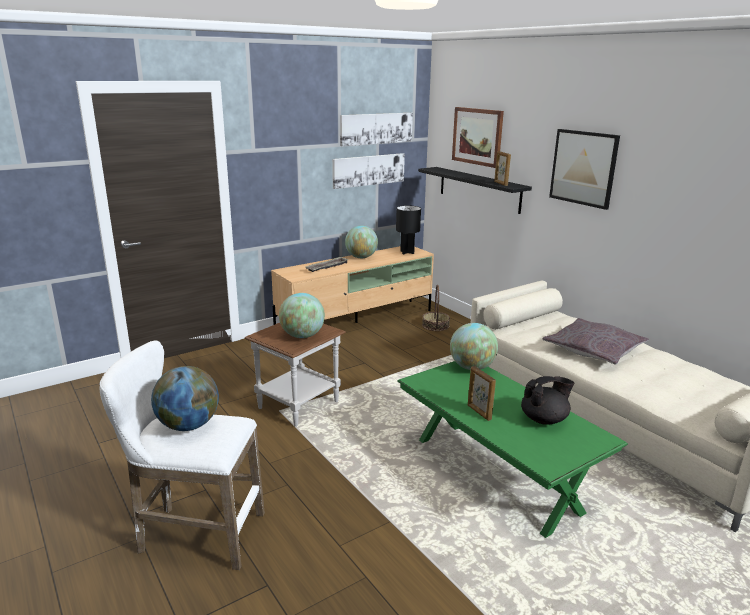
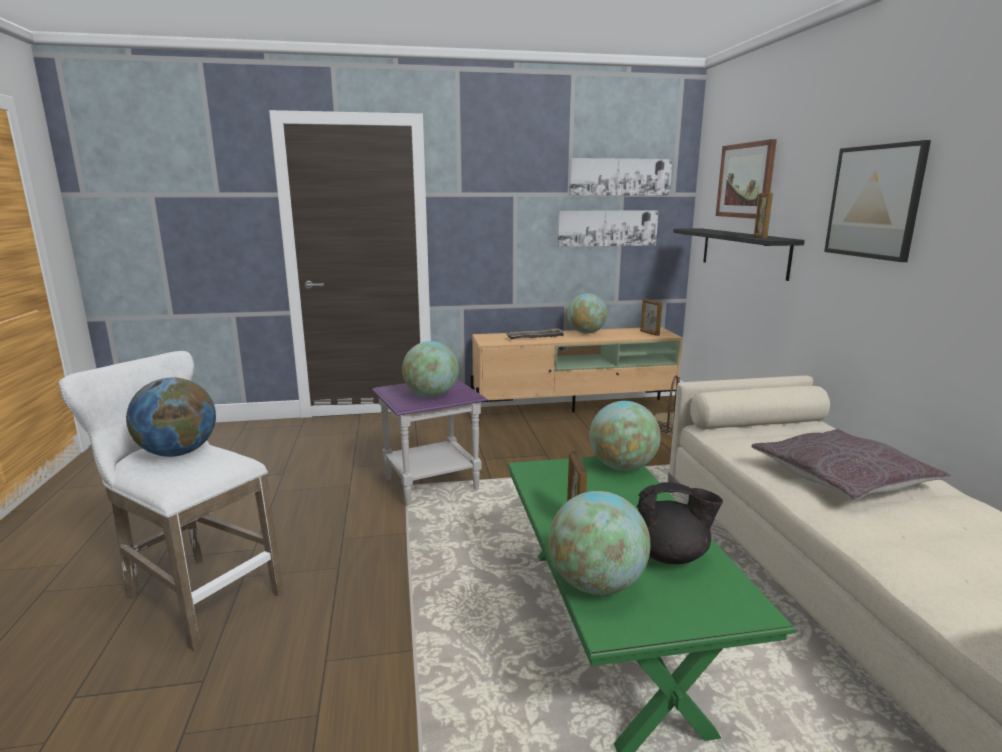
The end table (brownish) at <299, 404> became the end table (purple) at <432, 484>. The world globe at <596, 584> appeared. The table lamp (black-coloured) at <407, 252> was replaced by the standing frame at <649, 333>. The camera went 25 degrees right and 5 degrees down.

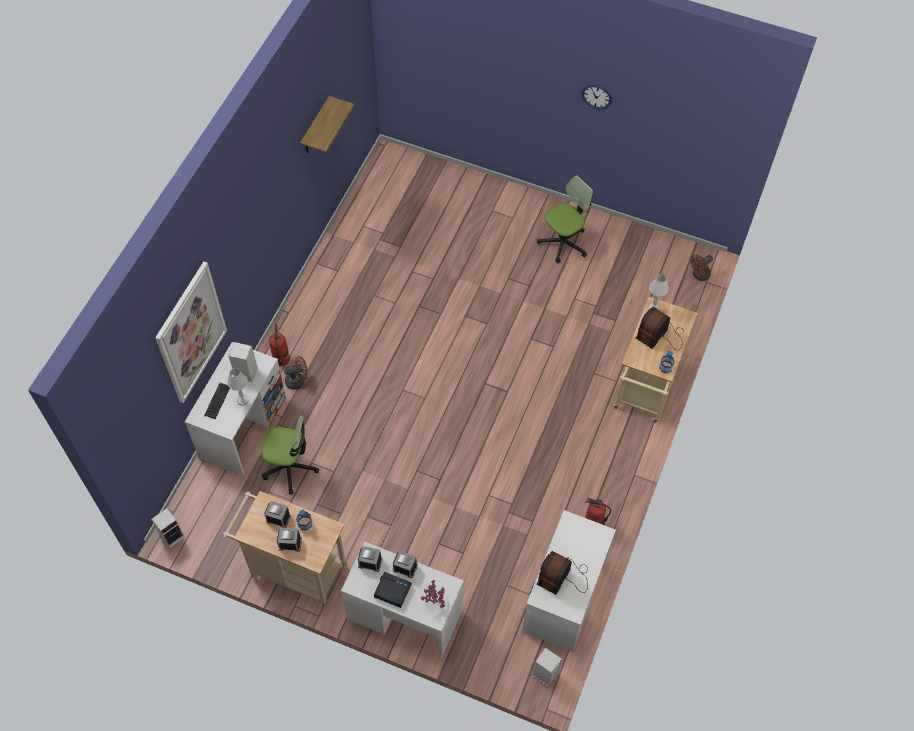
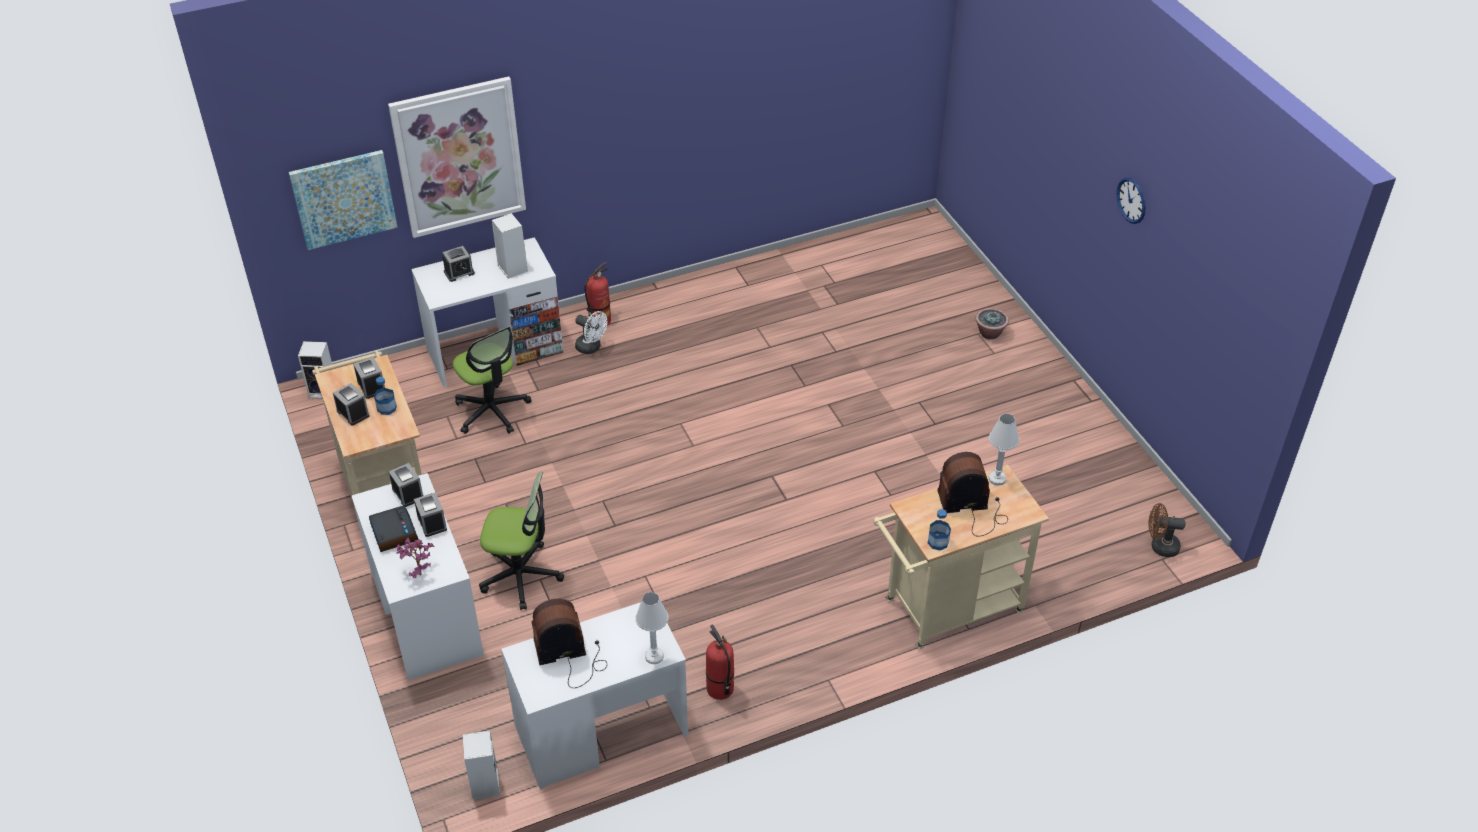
The picture at <343, 198> appeared. The computer keyboard at <217, 401> was replaced by the bedside clock at <459, 272>. The computer chair moved from <563, 243> to <521, 575>. The fan (brownish) at <298, 381> became the fan (white) at <591, 348>. The table lamp (white) moved from <242, 400> to <654, 656>. The houseplant at <989, 333> appeared. The shelf at <315, 127> disappeared. The camera went 45 degrees right and 15 degrees down.

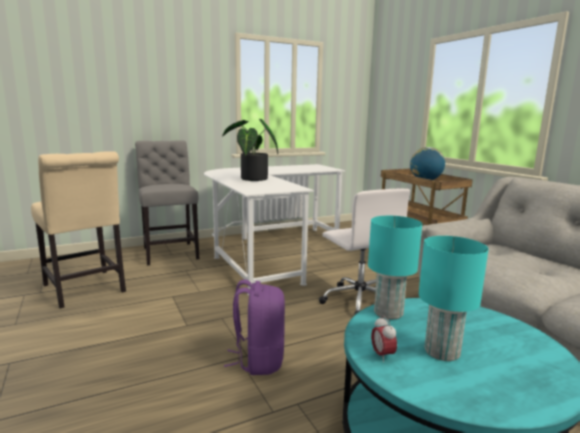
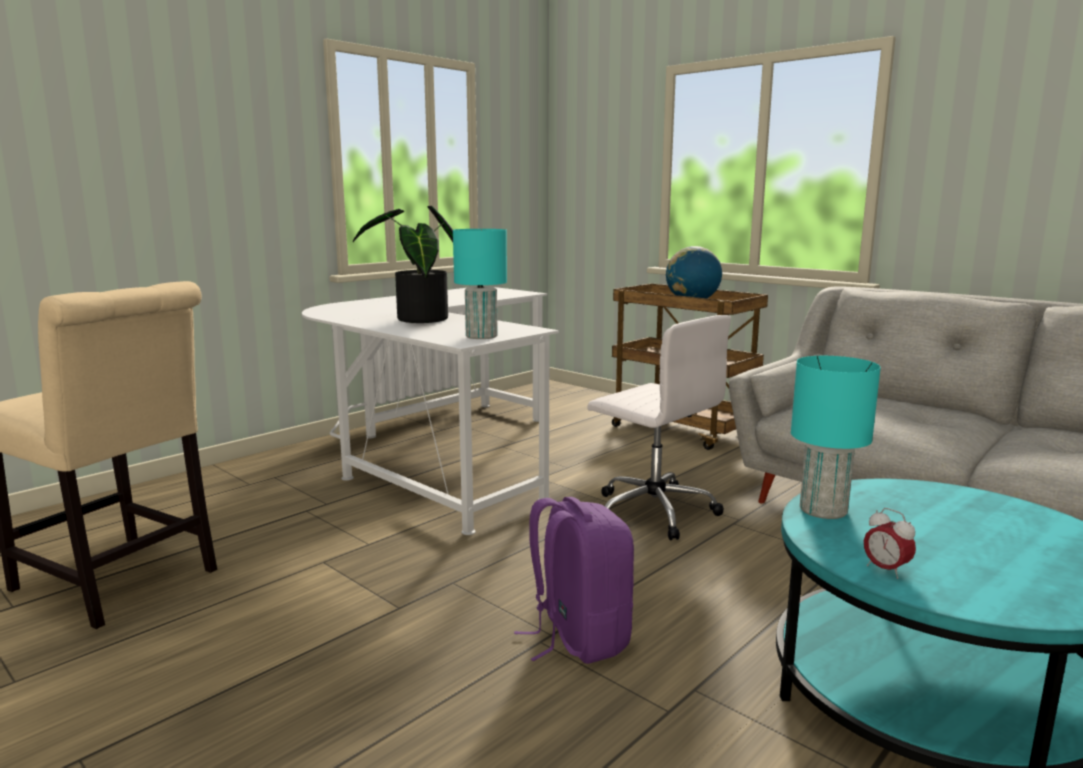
The table lamp (turquoise) moved from <441, 352> to <480, 336>. The upright chair (gray) at <170, 252> disappeared. The camera went 20 degrees left and 0 degrees up.

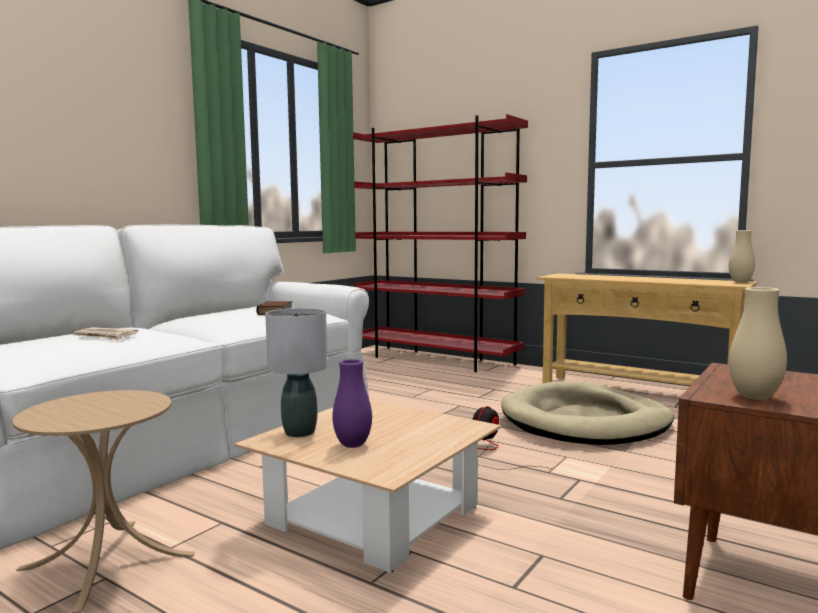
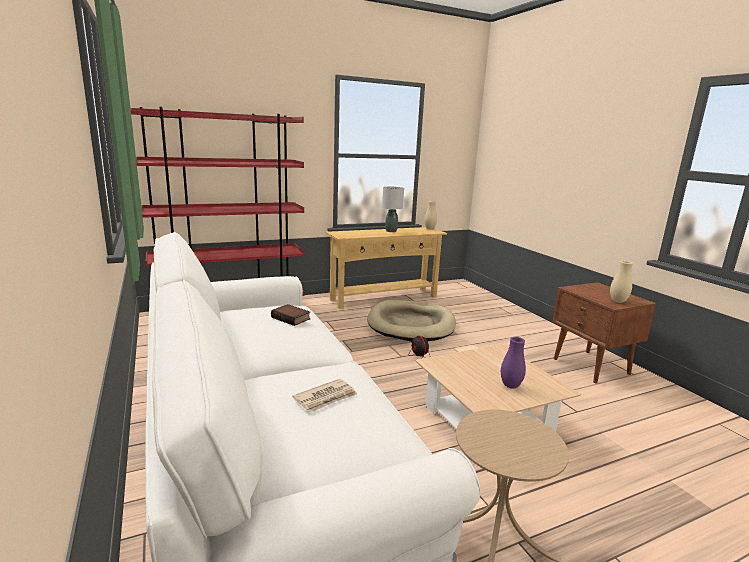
The table lamp (gray) moved from <299, 432> to <391, 231>. The camera went 60 degrees left and 10 degrees up.

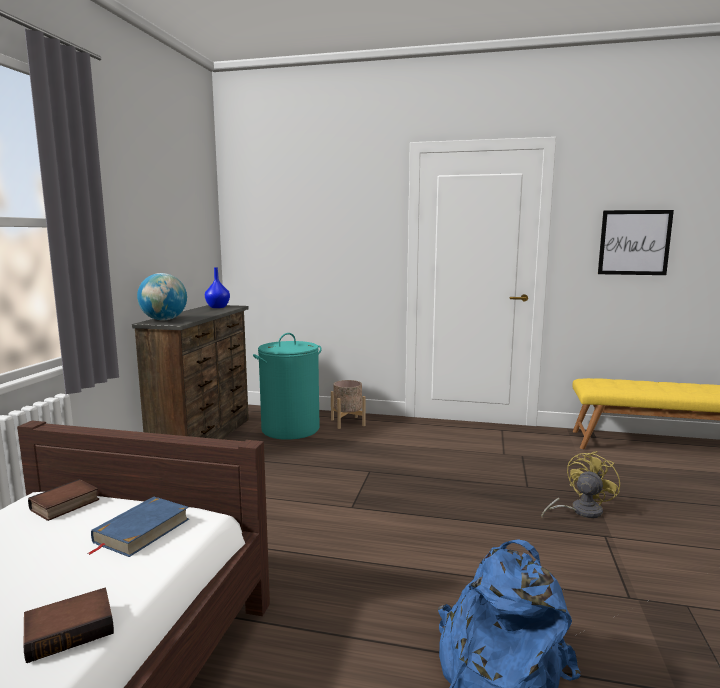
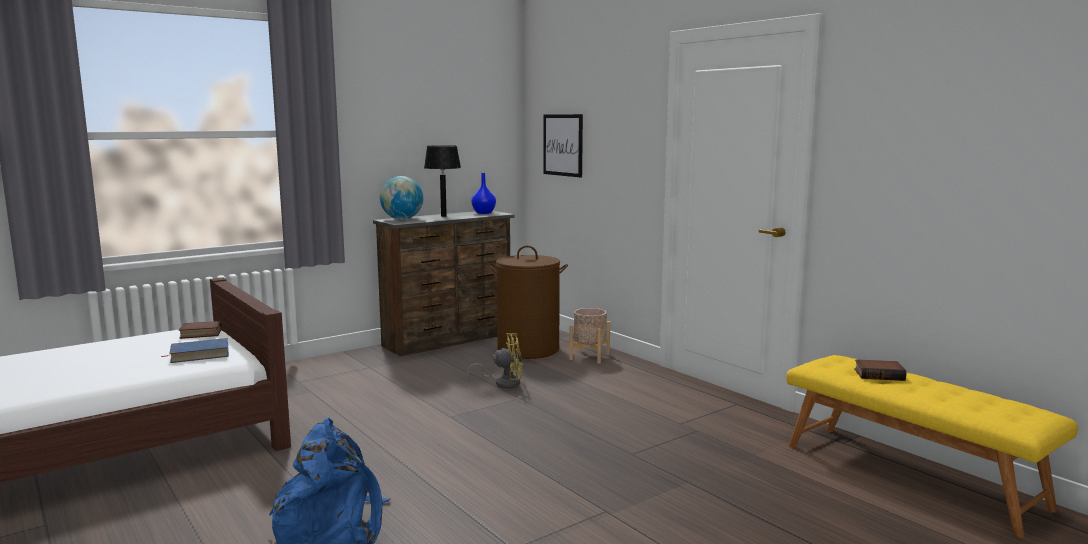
The table lamp (black-coloured) at <444, 216> appeared. The fan (yellow-coloured) moved from <580, 511> to <503, 383>. The laundry basket (turquoise) at <290, 429> became the laundry basket (brownish) at <528, 349>. The picture moved from <634, 242> to <563, 145>. The book moved from <71, 629> to <879, 374>. The camera went 40 degrees right and 0 degrees up.

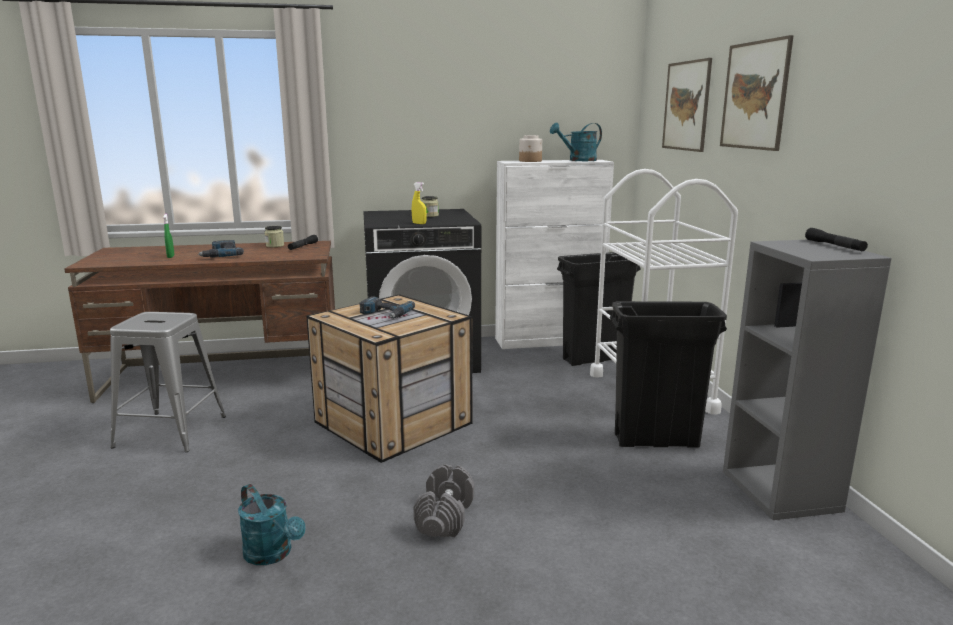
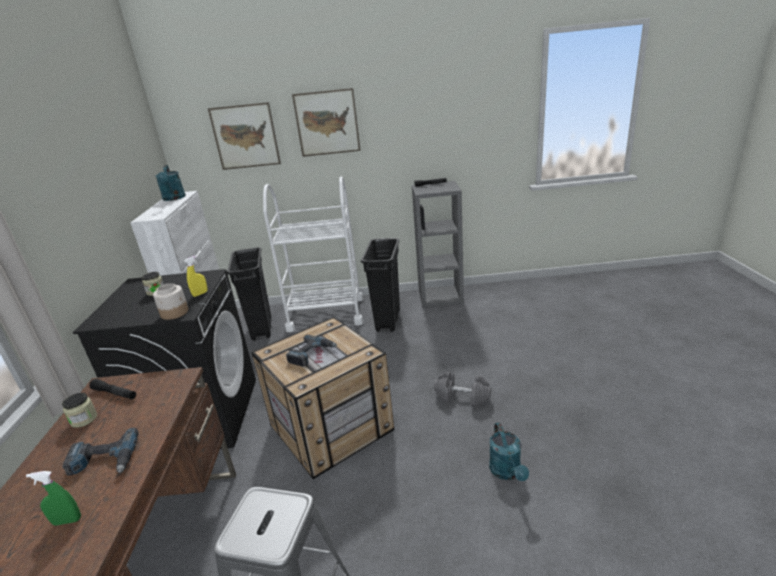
The jar moved from <530, 161> to <175, 313>. The sprinkling can (turquoise) at <272, 554> turned 120 degrees clockwise. The camera went 80 degrees left and 10 degrees up.

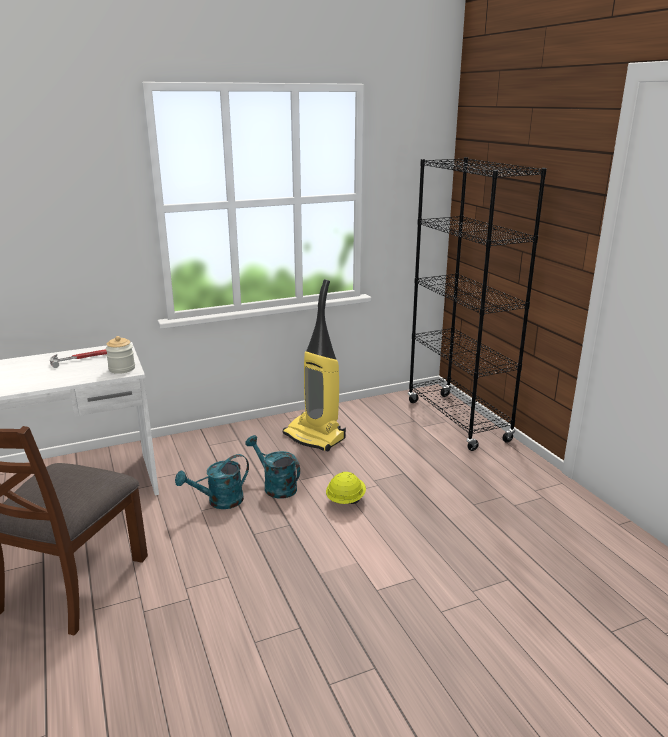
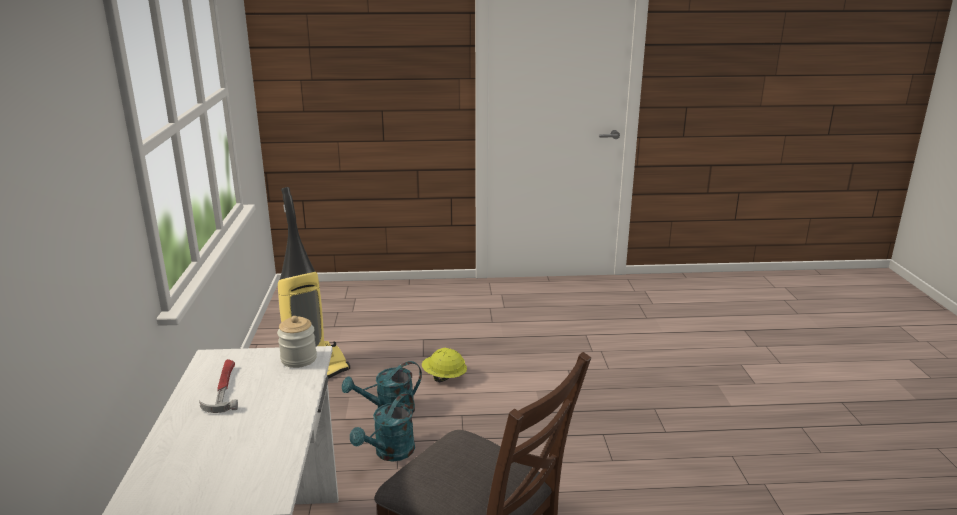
The sprinkling can (turquoise) at <219, 502> turned 45 degrees clockwise. The bookcase (black-coloured) at <457, 421> disappeared. The camera went 70 degrees left and 0 degrees up.

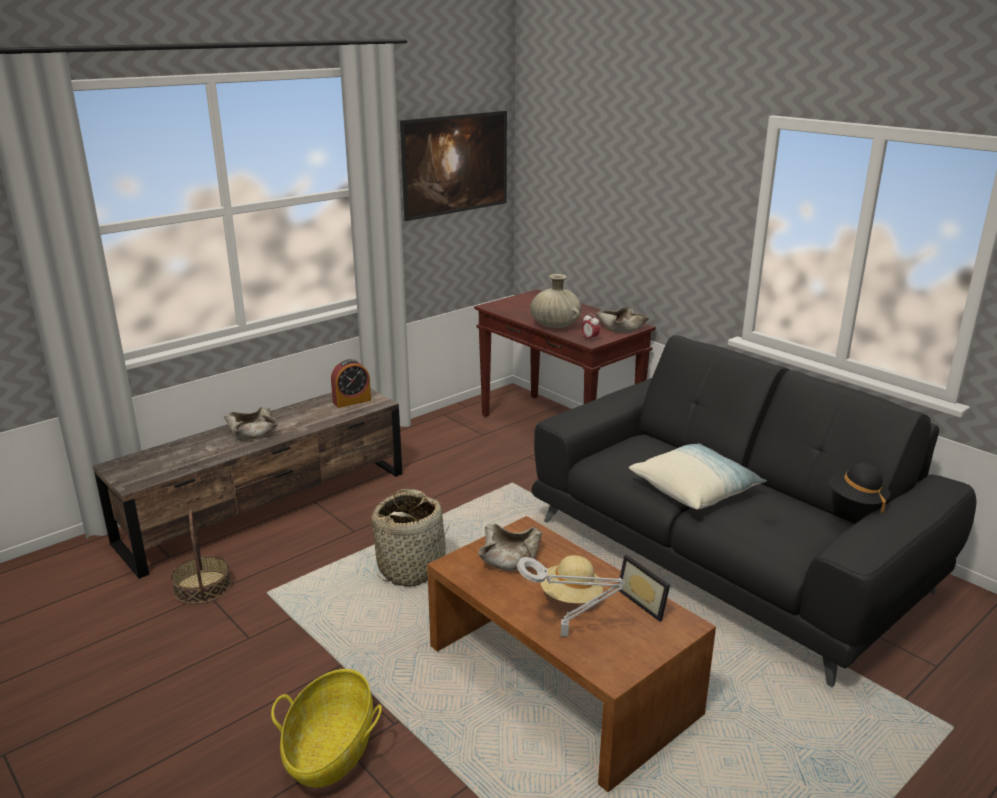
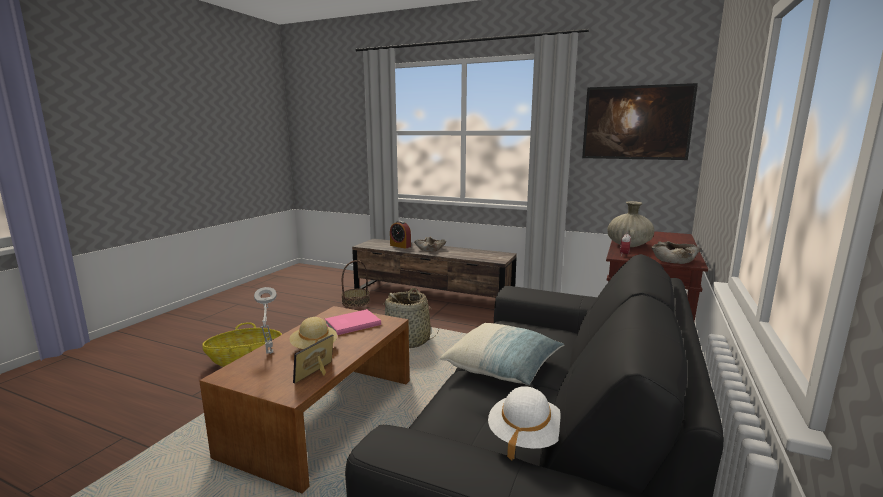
The bowl (sand-coloured) at <510, 558> was replaced by the book (pinkish) at <351, 323>. The bedside clock moved from <352, 401> to <400, 246>. The wearable hat (black-coloured) at <856, 500> became the wearable hat (white) at <525, 437>. The camera went 65 degrees right and 10 degrees down.

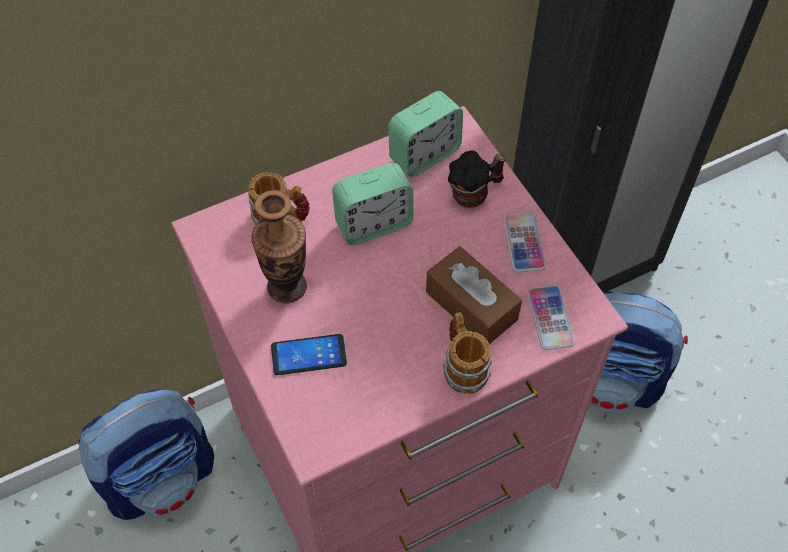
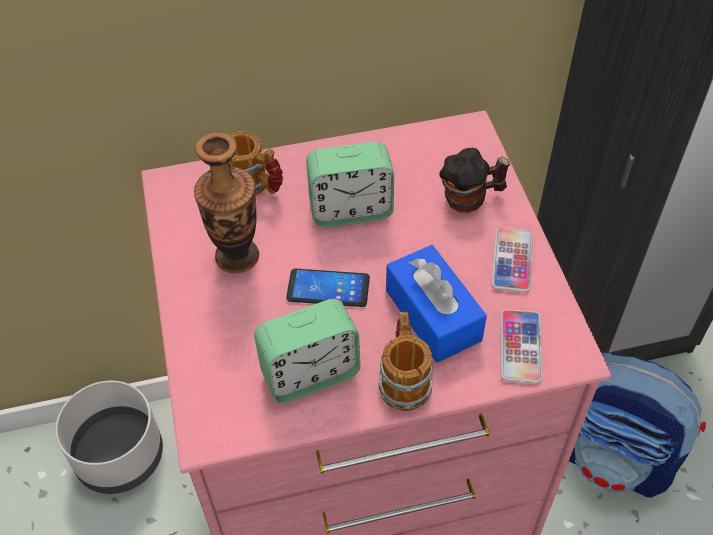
The backpack at <162, 477> was replaced by the flower pot (gray) at <120, 455>. The bedside clock moved from <424, 154> to <310, 374>. The handset moved from <308, 355> to <328, 288>. The tissue box (brownish) at <471, 305> became the tissue box (bluish) at <433, 315>. The camera went 15 degrees right and 5 degrees down.

